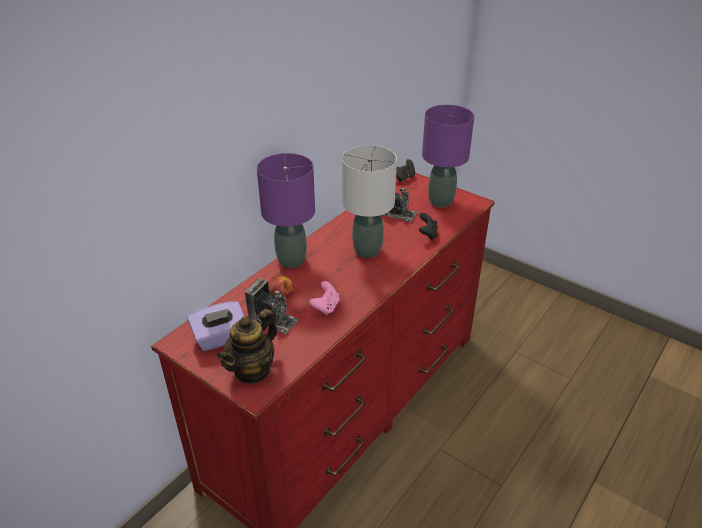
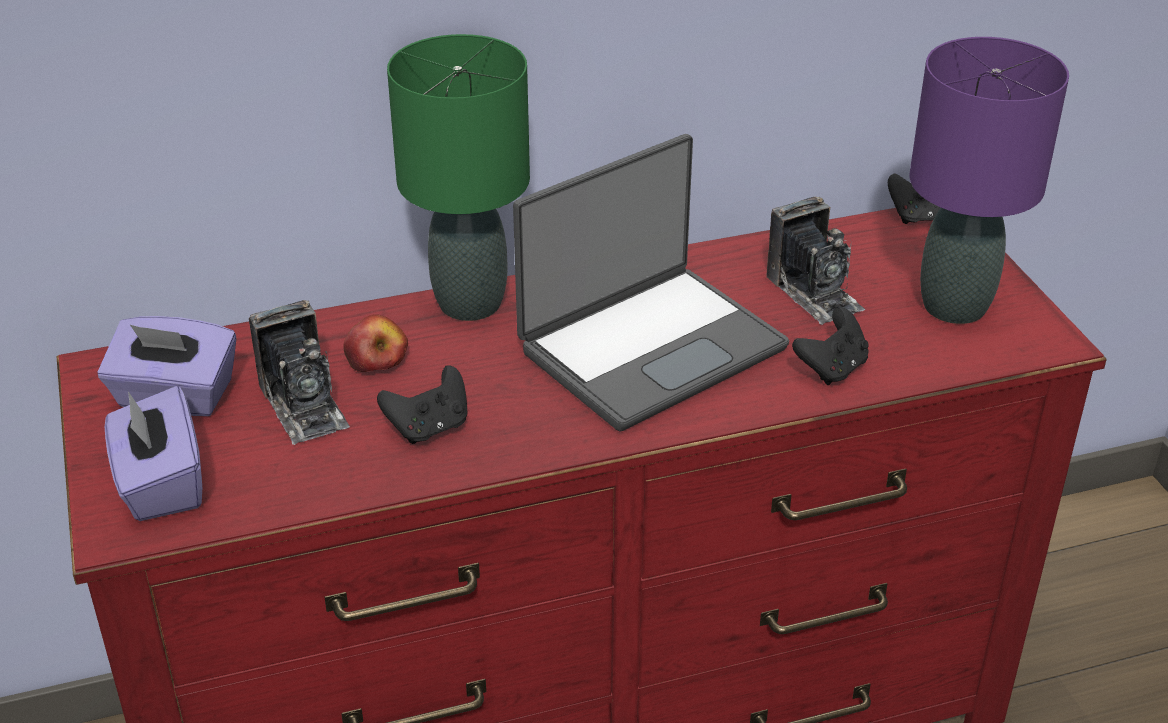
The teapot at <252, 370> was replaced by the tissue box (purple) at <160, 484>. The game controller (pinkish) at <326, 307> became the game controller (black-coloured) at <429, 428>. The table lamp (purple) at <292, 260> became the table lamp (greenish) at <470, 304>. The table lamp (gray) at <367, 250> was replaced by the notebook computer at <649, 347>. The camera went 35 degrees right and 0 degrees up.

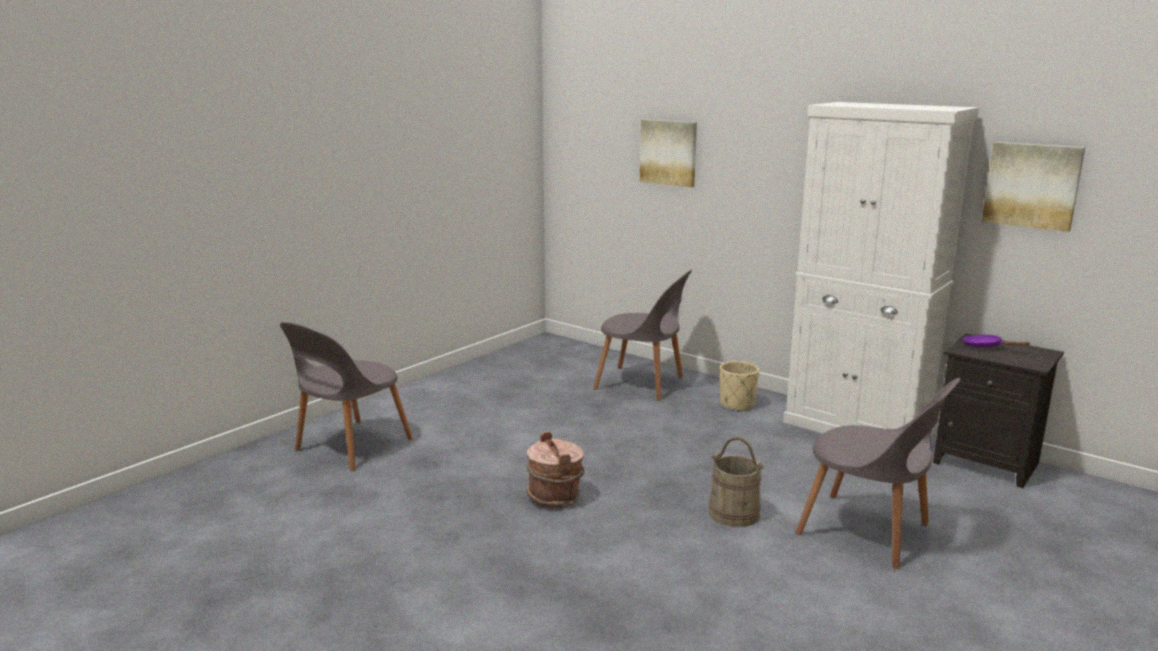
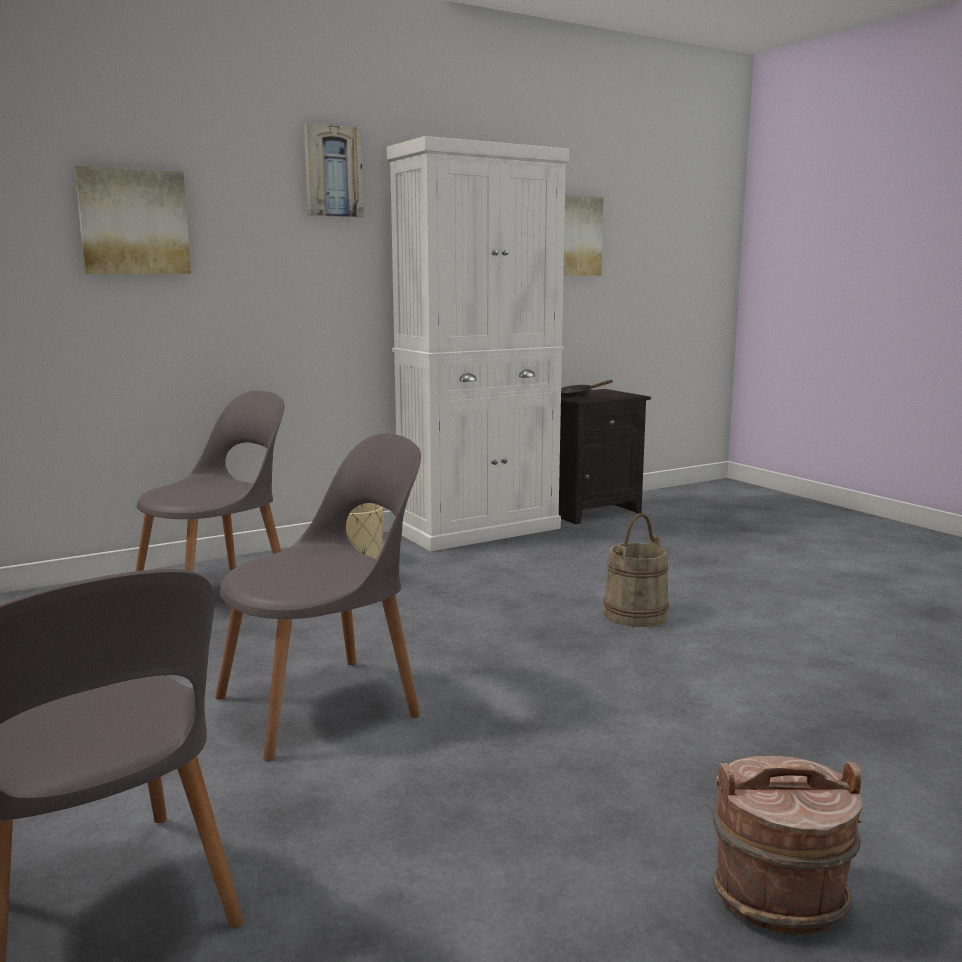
The upright chair (gray) moved from <868, 532> to <325, 704>. The picture at <332, 172> appeared. The frying pan (purple) at <985, 347> became the frying pan (black-coloured) at <577, 396>. The pail (brownish) moved from <555, 497> to <779, 895>. The camera went 70 degrees left and 5 degrees down.

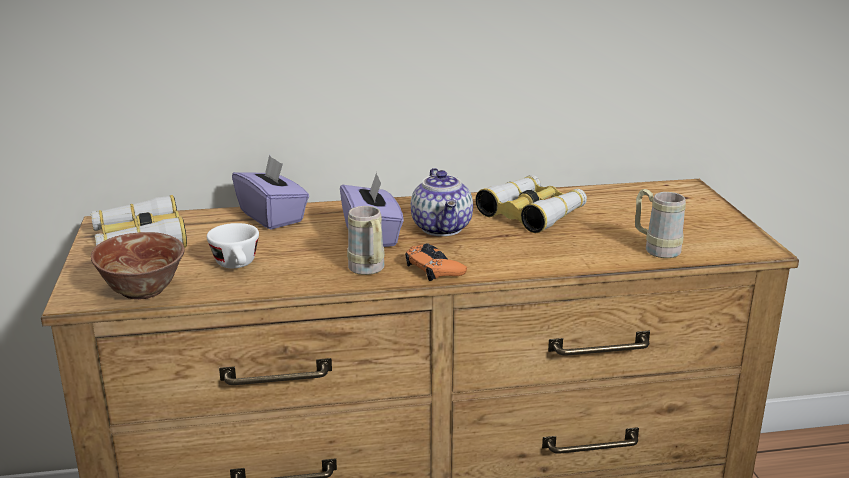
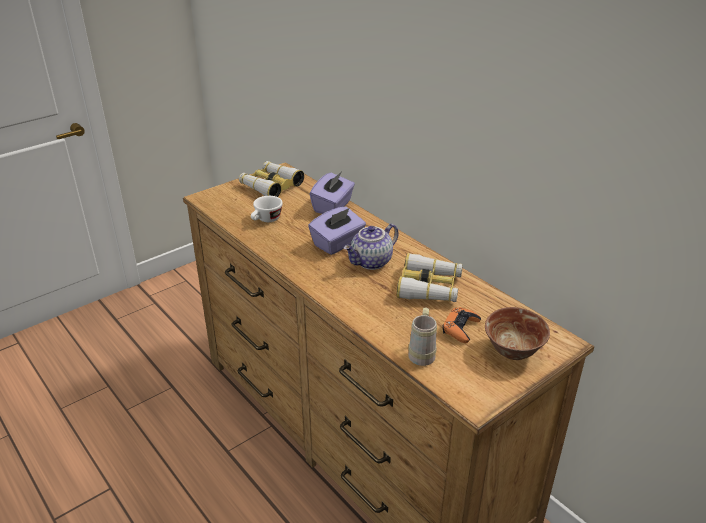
The game controller (orangey) moved from <434, 268> to <460, 328>. The bowl moved from <143, 291> to <513, 351>. The mug (sand-coloured) at <368, 271> disappeared. The camera went 60 degrees right and 10 degrees up.

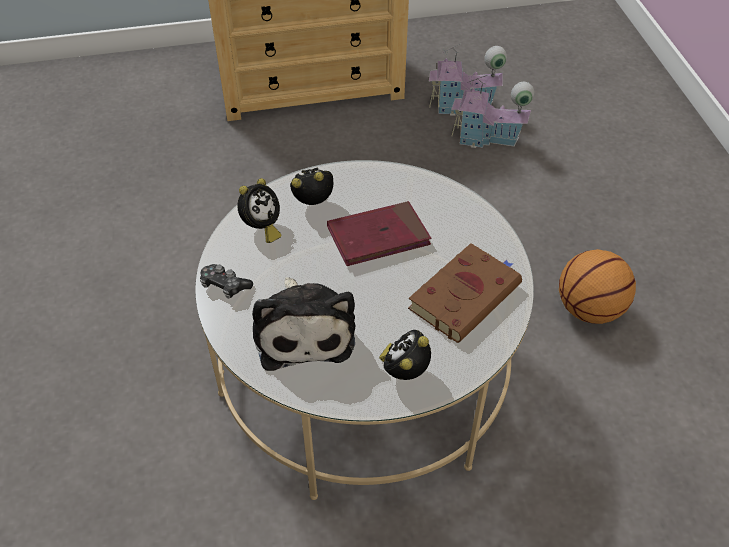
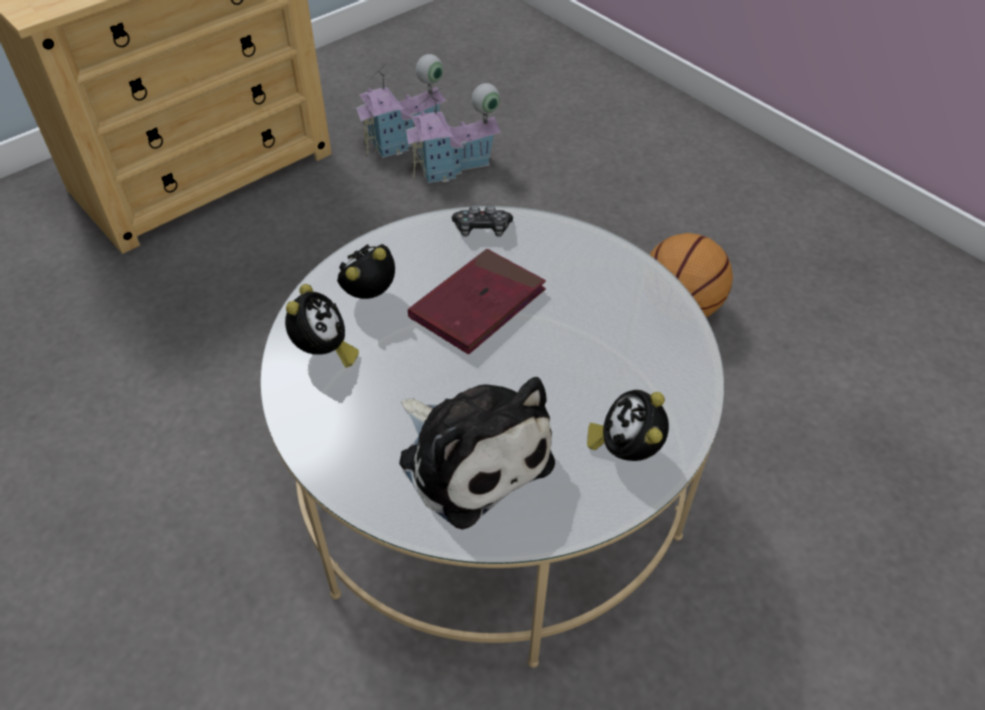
The game controller moved from <224, 285> to <482, 229>. The book (brownish) at <466, 295> disappeared. The camera went 30 degrees left and 0 degrees up.

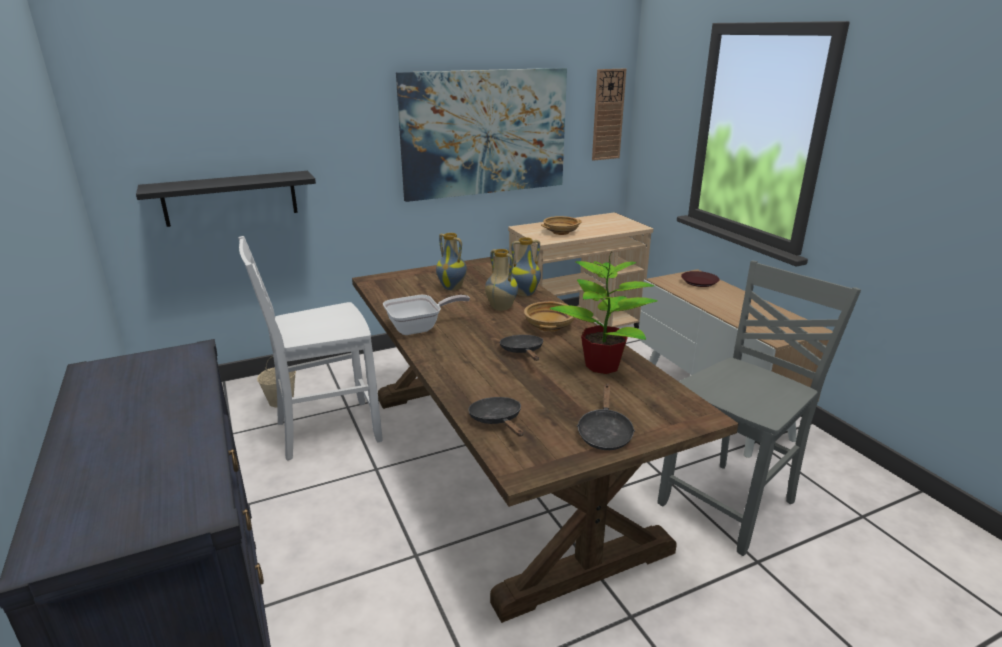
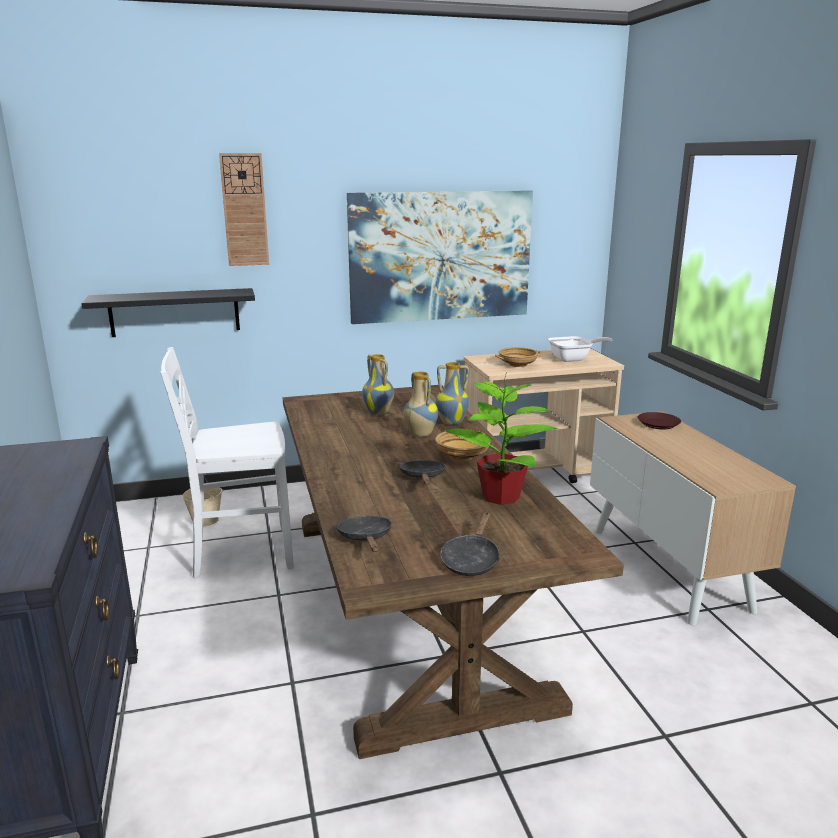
The clock on the wall moved from <608, 115> to <244, 210>. The frying pan moved from <419, 328> to <573, 359>. The upright chair (gray) at <731, 504> disappeared. The camera went 10 degrees right and 5 degrees down.

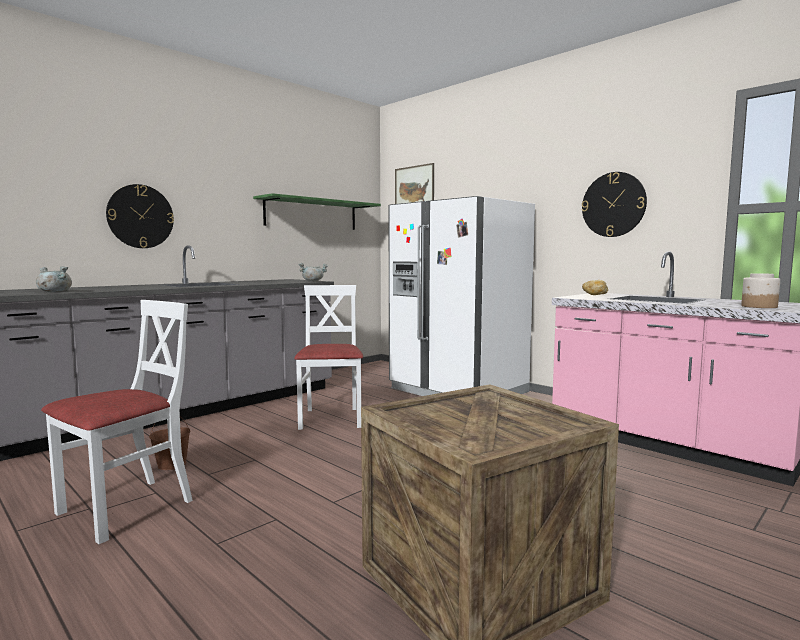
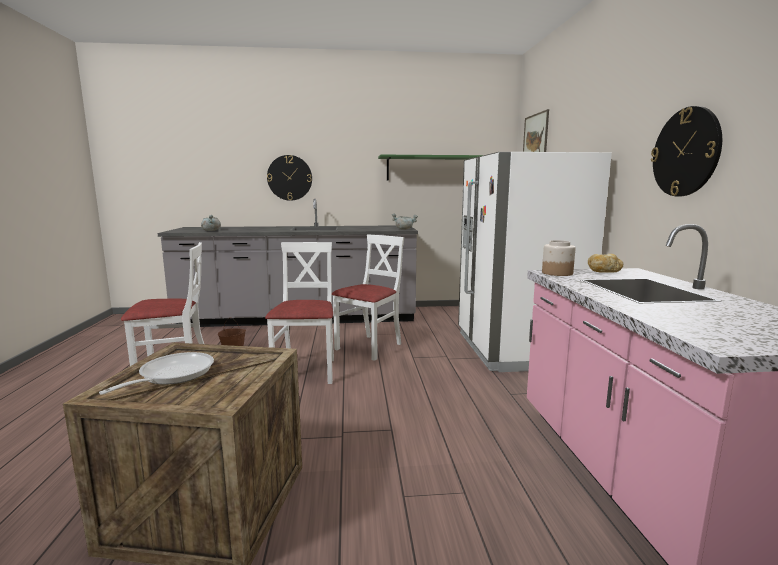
The frying pan at <171, 375> appeared. The upright chair (white) at <306, 371> appeared. The jar moved from <759, 306> to <556, 273>. The camera went 40 degrees right and 5 degrees up.

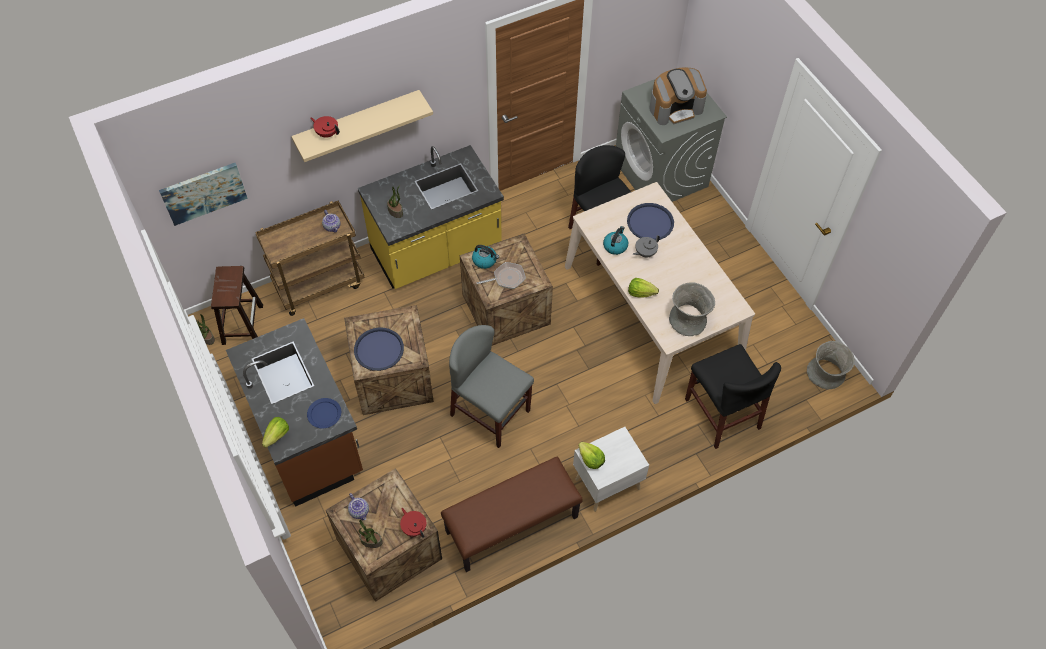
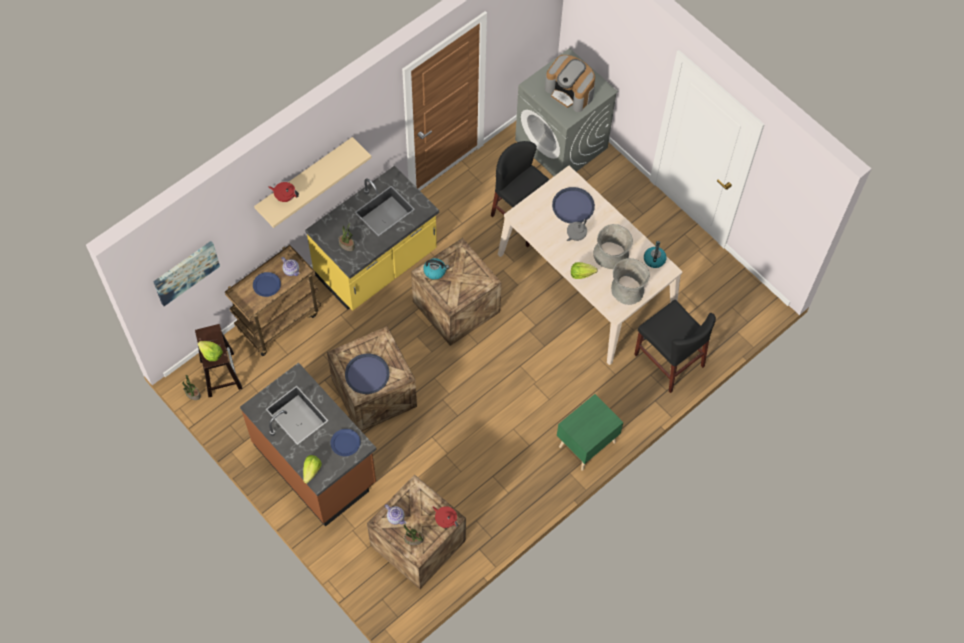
The head of lettuce moved from <591, 459> to <211, 354>. The dinner plate (bluish) at <266, 285> appeared. The coffee machine at <675, 108> turned 75 degrees clockwise. The bedside table (white) at <606, 483> became the bedside table (greenish) at <585, 444>. The vase (gray) moved from <826, 374> to <611, 255>. The water kettle moved from <615, 246> to <654, 259>. The long seat (brownish) at <511, 525> disappeared. The upright chair (gray) at <490, 413> disappeared. The frying pan at <506, 278> disappeared. The camera went 15 degrees left and 5 degrees up.

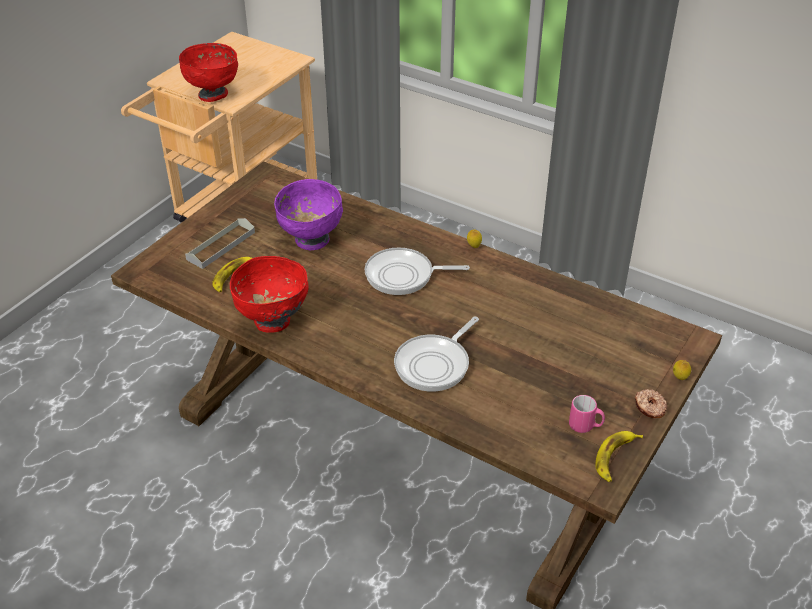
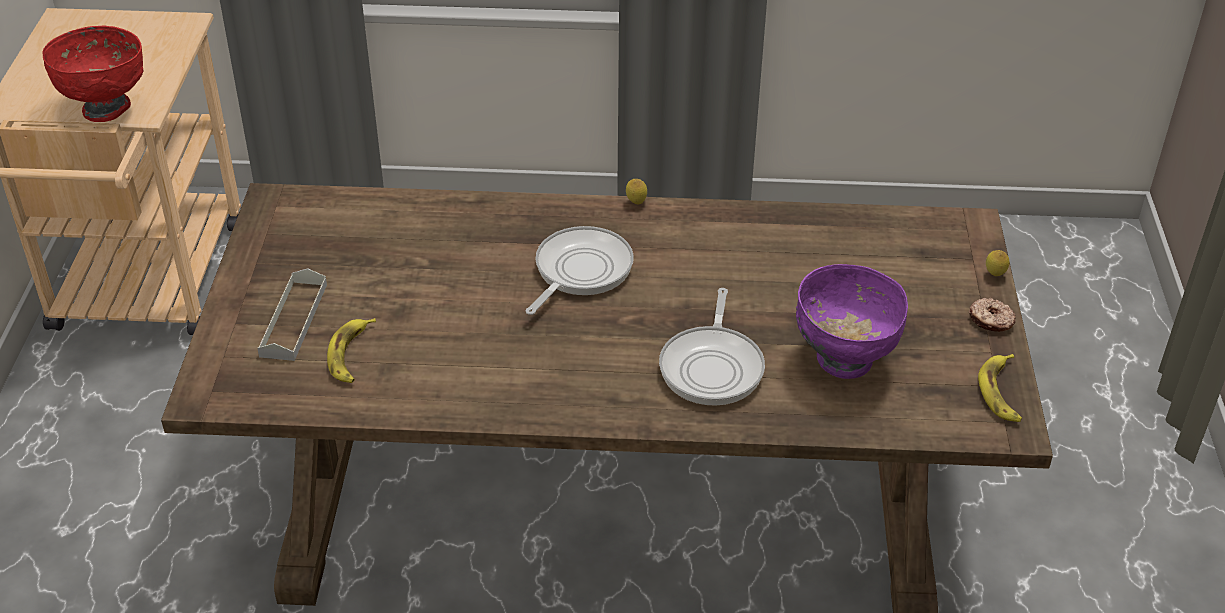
The frying pan at <403, 276> turned 150 degrees clockwise. The bowl (purple) moved from <311, 240> to <843, 361>. The bowl (red-coloured) at <272, 321> disappeared. The mug (pinkish) at <585, 426> disappeared. The camera went 30 degrees left and 0 degrees up.

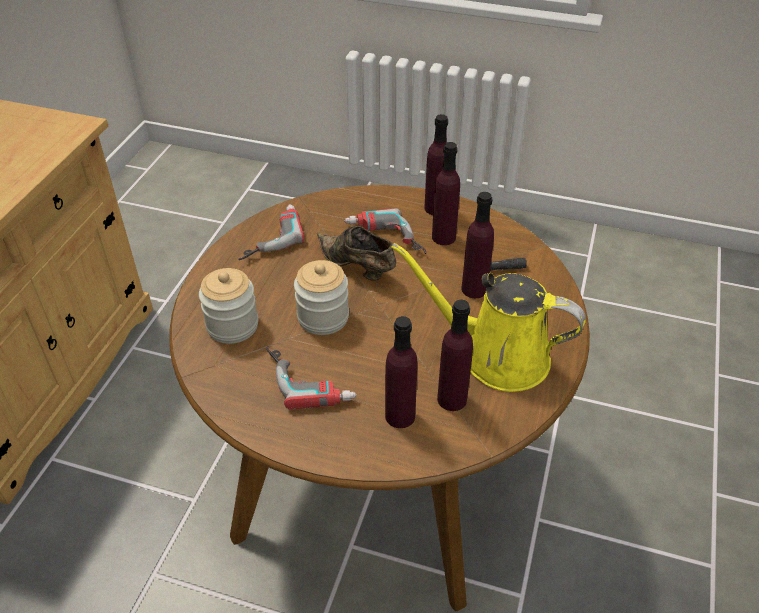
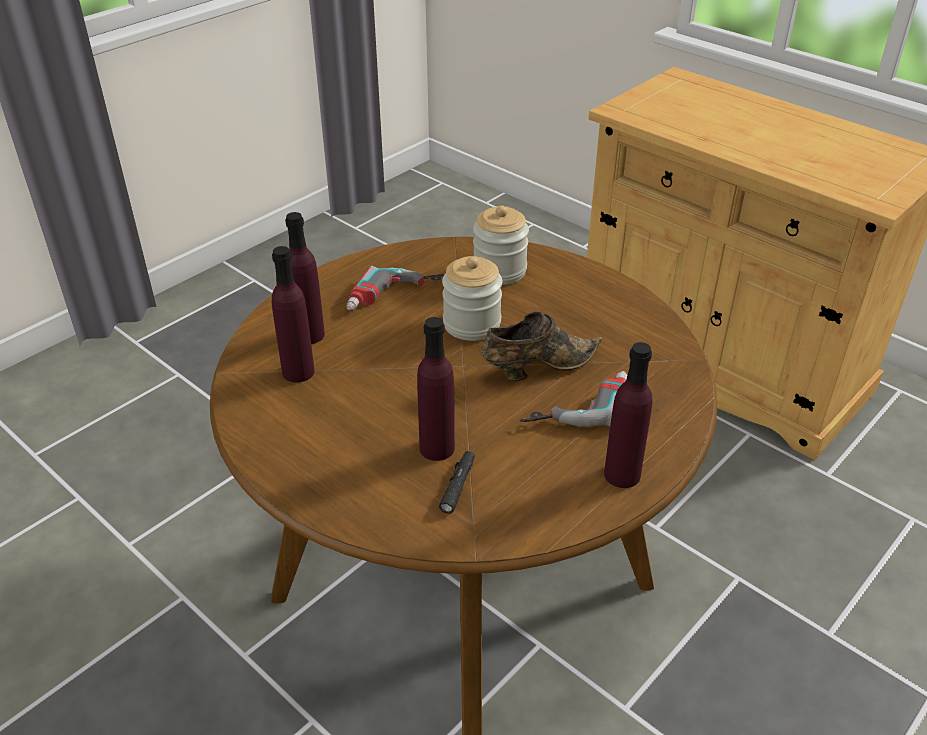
The power drill at <268, 236> disappeared. The sprinkling can (yellow-coloured) at <495, 356> disappeared. The bottle (purple) at <443, 237> disappeared. The camera went 115 degrees right and 5 degrees down.

